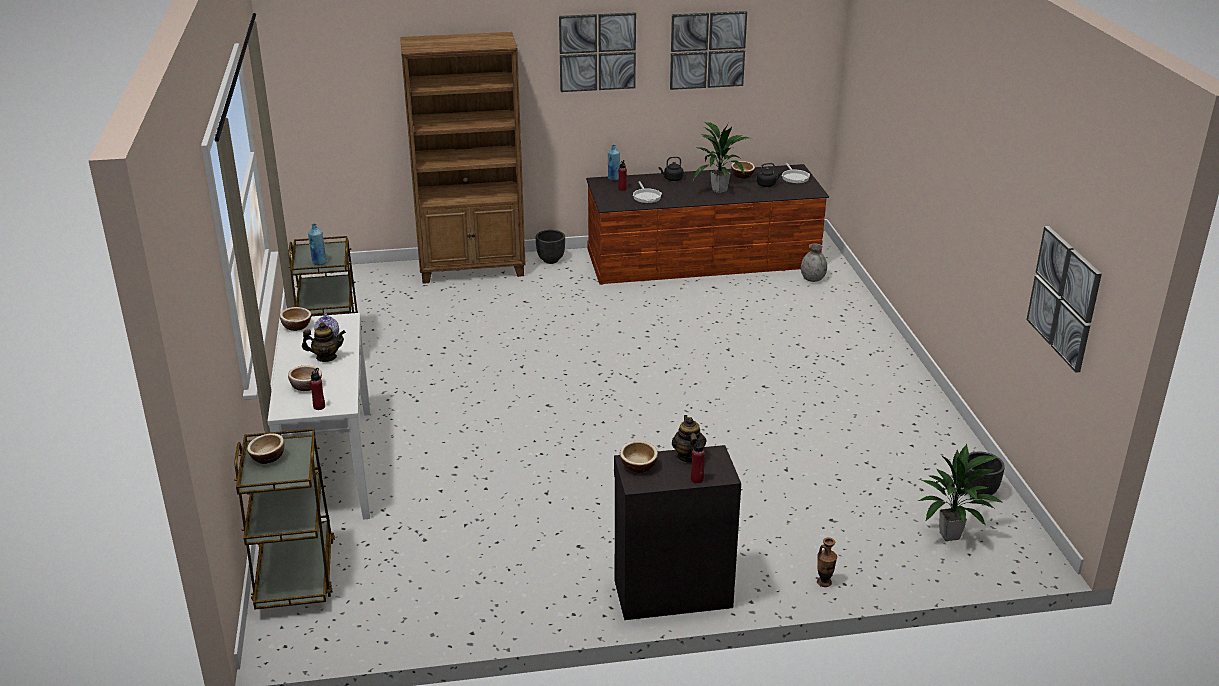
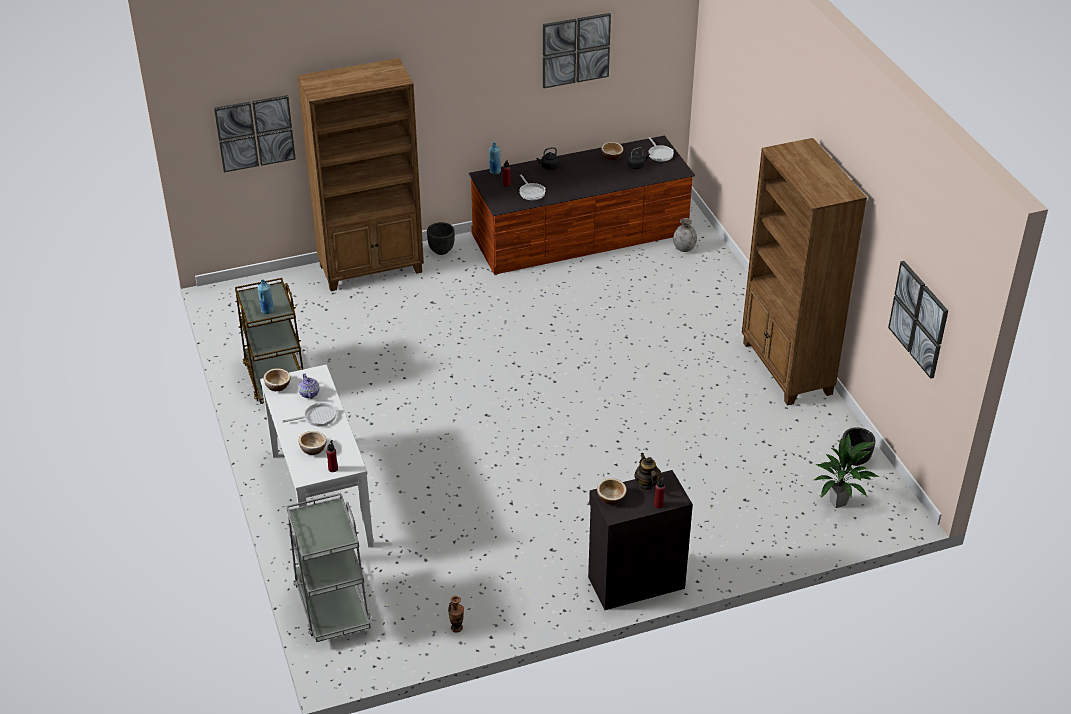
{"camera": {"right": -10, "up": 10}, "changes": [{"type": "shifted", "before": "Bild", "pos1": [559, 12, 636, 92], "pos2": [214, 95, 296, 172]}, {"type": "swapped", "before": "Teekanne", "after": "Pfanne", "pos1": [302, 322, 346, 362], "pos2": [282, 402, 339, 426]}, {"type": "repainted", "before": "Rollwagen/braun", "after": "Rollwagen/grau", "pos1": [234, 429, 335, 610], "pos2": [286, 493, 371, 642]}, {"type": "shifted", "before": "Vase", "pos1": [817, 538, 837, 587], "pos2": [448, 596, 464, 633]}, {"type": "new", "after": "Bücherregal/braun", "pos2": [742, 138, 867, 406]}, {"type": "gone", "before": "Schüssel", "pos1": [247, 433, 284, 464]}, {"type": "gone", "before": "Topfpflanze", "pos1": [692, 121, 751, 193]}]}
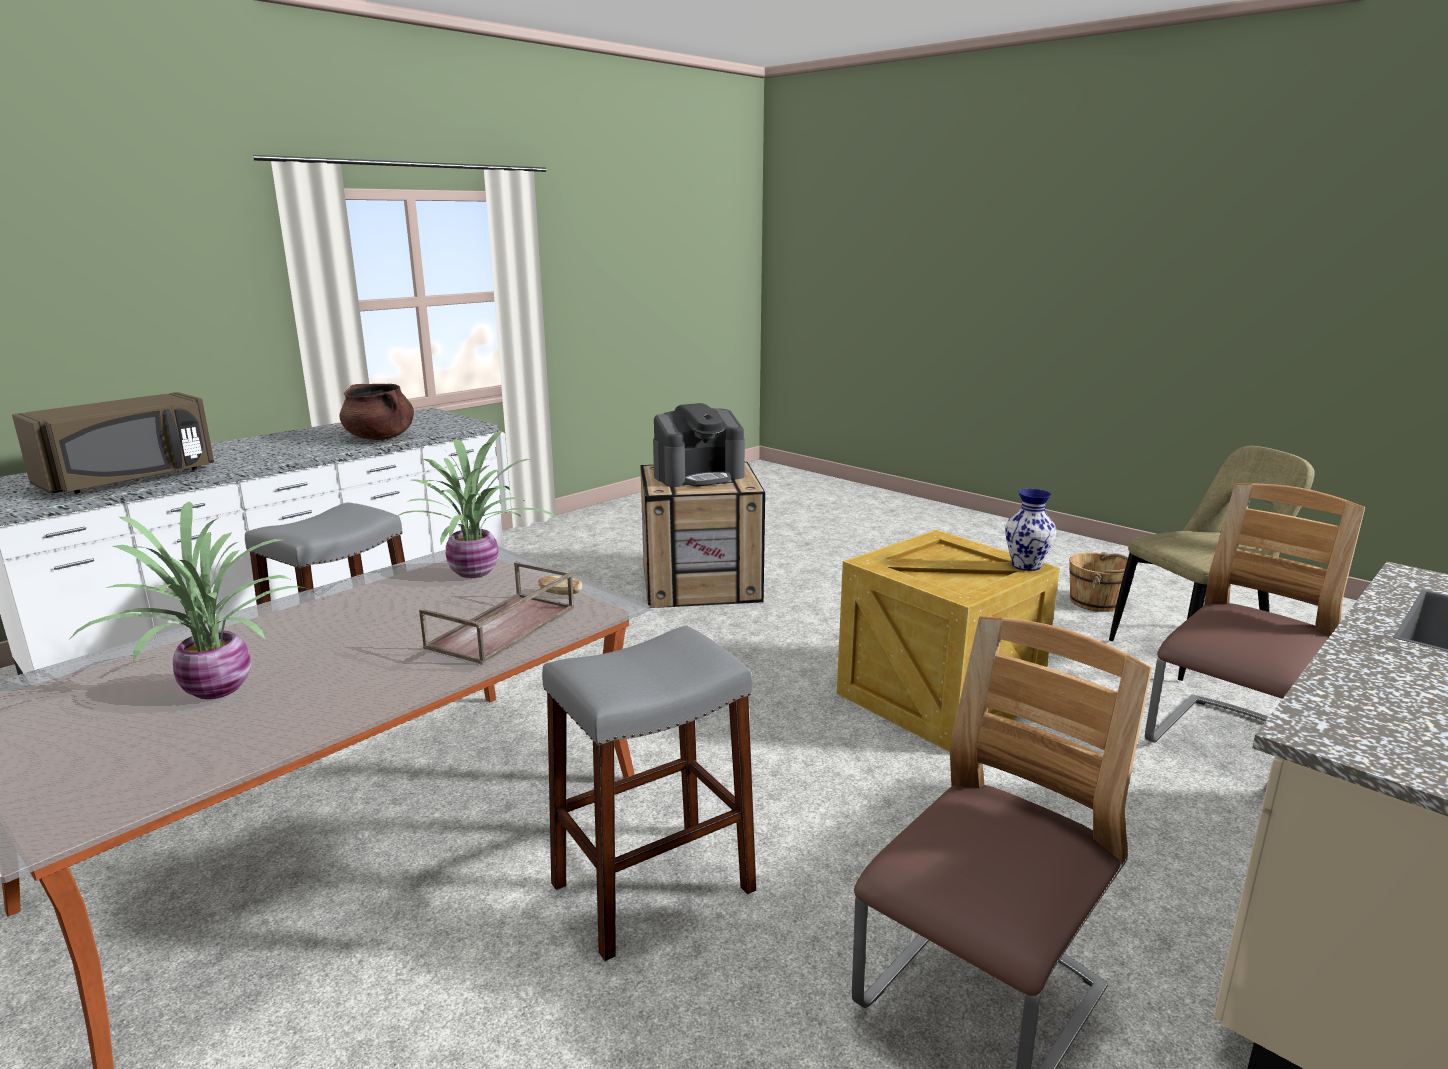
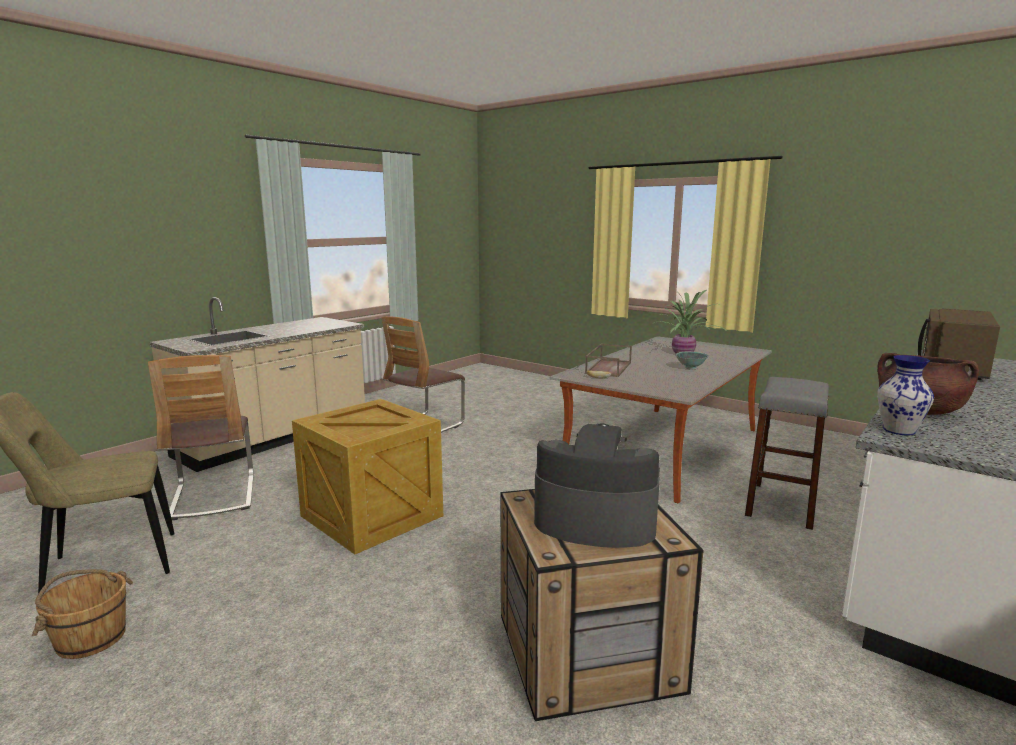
{"camera": {"right": 175, "up": -5}, "changes": [{"type": "rotated", "before": "Stuhl", "pos1": [1145, 483, 1365, 743], "pos2": [148, 355, 253, 520], "turn": -60}, {"type": "rotated", "before": "Kaffeemaschine", "pos1": [653, 403, 745, 487], "pos2": [534, 423, 660, 548], "turn": 45}, {"type": "new", "after": "Schüssel", "pos2": [675, 352, 709, 370]}, {"type": "shifted", "before": "Vase", "pos1": [1005, 489, 1056, 571], "pos2": [877, 355, 934, 436]}, {"type": "gone", "before": "Topfpflanze", "pos1": [395, 431, 559, 578]}, {"type": "gone", "before": "Hocker/grau", "pos1": [542, 625, 756, 961]}]}
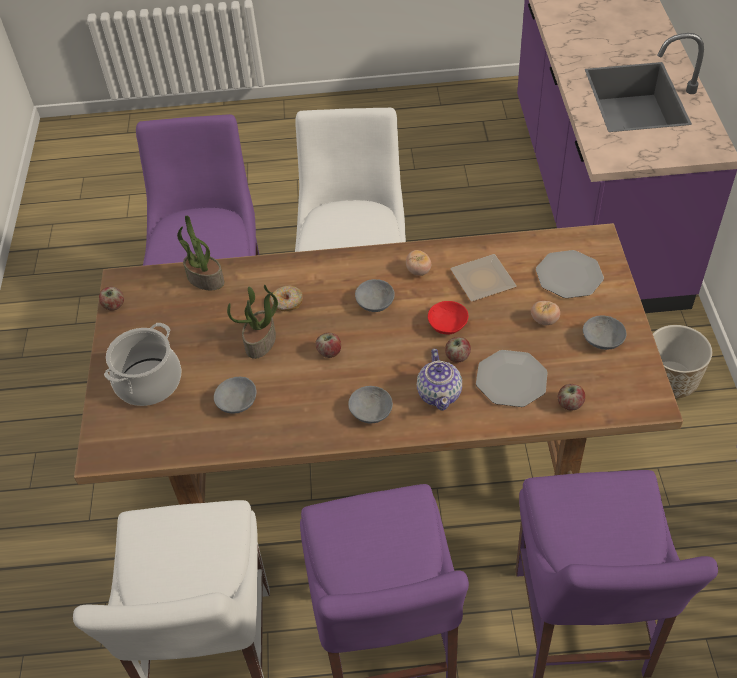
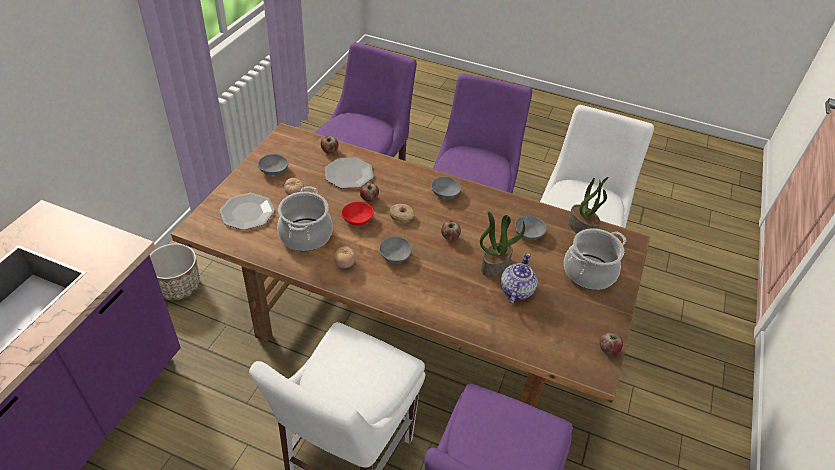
{"camera": {"right": -160, "up": -5}, "changes": [{"type": "swapped", "before": "Teller", "after": "Kochtopf", "pos1": [450, 254, 517, 301], "pos2": [277, 186, 333, 251]}, {"type": "shifted", "before": "Donut", "pos1": [270, 285, 303, 311], "pos2": [389, 204, 415, 223]}, {"type": "shifted", "before": "Teekanne", "pos1": [417, 349, 462, 411], "pos2": [501, 253, 538, 304]}, {"type": "shifted", "before": "Topfpflanze", "pos1": [177, 216, 224, 290], "pos2": [568, 177, 609, 233]}]}
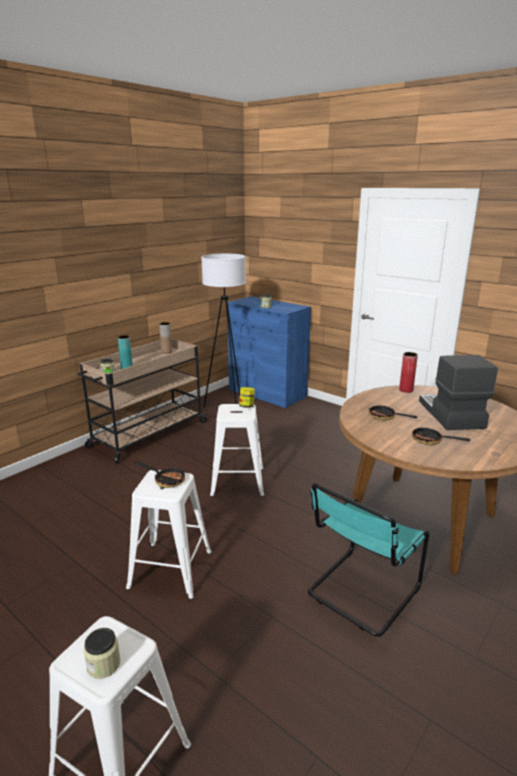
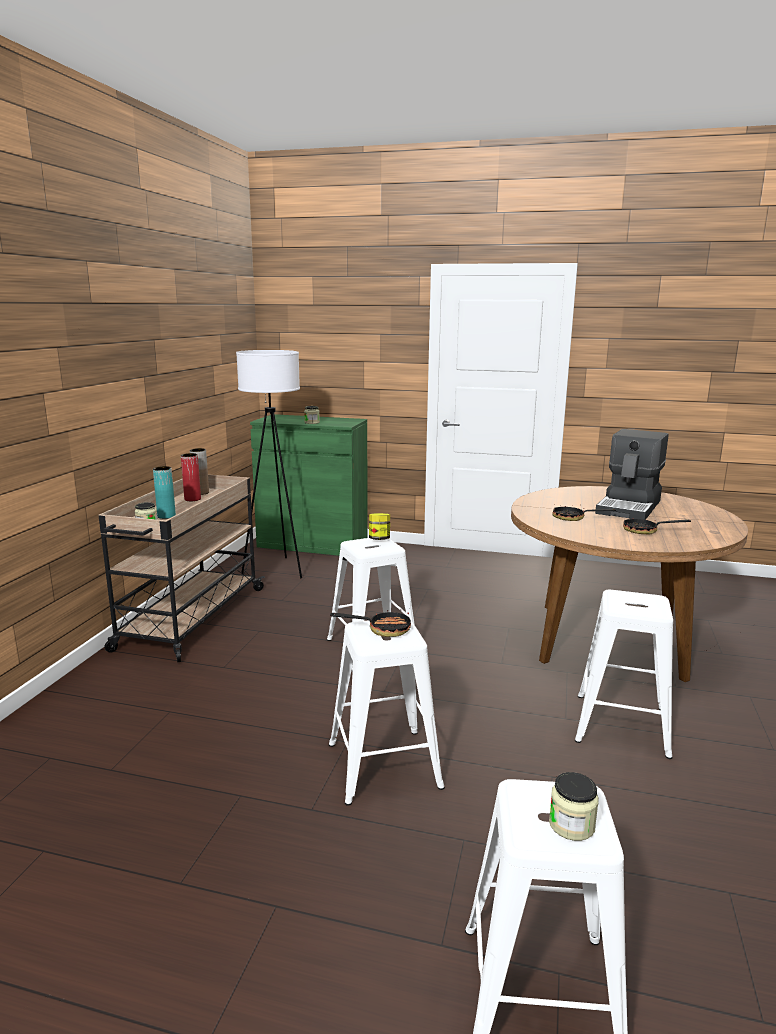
{"camera": {"right": -25, "up": -5}, "changes": [{"type": "shifted", "before": "Vase/rot", "pos1": [399, 352, 418, 393], "pos2": [181, 453, 201, 501]}, {"type": "repainted", "before": "Schrank/blau", "after": "Schrank/grün", "pos1": [228, 296, 311, 408], "pos2": [250, 414, 367, 556]}, {"type": "swapped", "before": "Stuhl/türkis", "after": "Hocker/weiß", "pos1": [308, 483, 429, 637], "pos2": [575, 590, 673, 759]}, {"type": "rotated", "before": "Kaffeemaschine", "pos1": [419, 355, 498, 430], "pos2": [595, 429, 668, 520], "turn": -120}]}
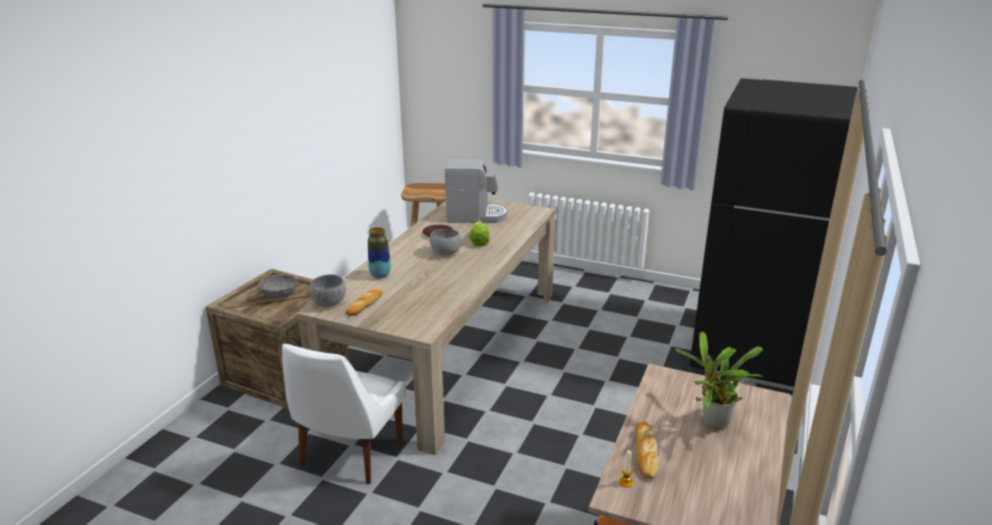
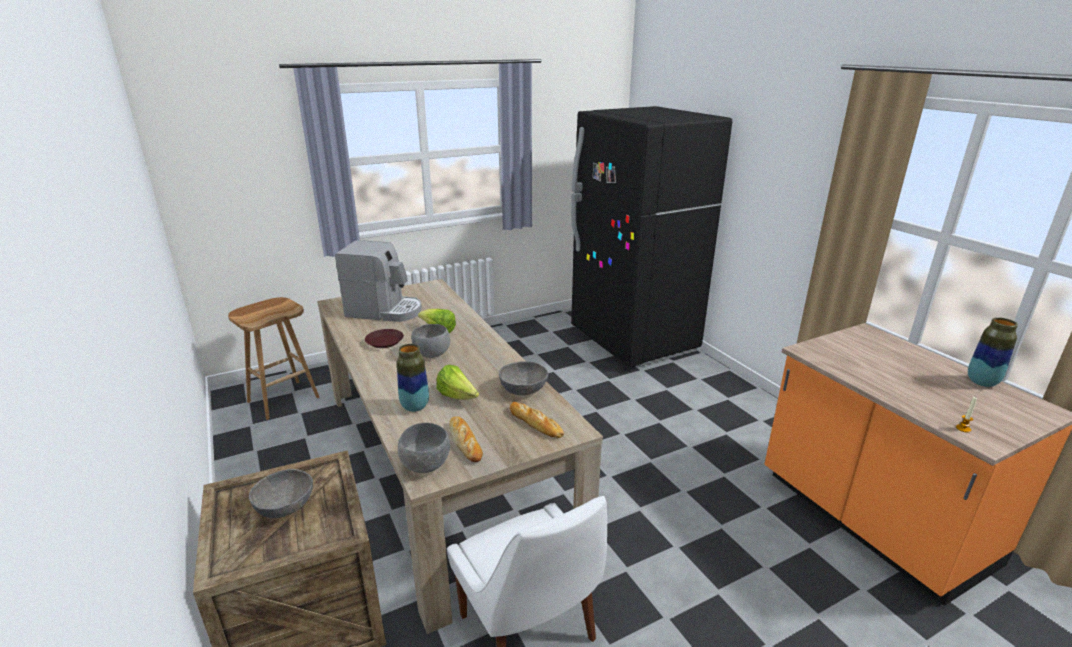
{"camera": {"right": -50, "up": 0}, "changes": [{"type": "rotated", "before": "Kaffeemaschine", "pos1": [445, 157, 508, 223], "pos2": [335, 240, 422, 322], "turn": 60}, {"type": "new", "after": "Salatkopf", "pos2": [437, 365, 479, 400]}, {"type": "new", "after": "Schüssel/grau", "pos2": [499, 361, 548, 395]}, {"type": "shifted", "before": "Brot", "pos1": [635, 422, 659, 479], "pos2": [510, 402, 564, 438]}, {"type": "new", "after": "Vase", "pos2": [968, 317, 1018, 387]}, {"type": "gone", "before": "Topfpflanze", "pos1": [676, 332, 763, 429]}]}
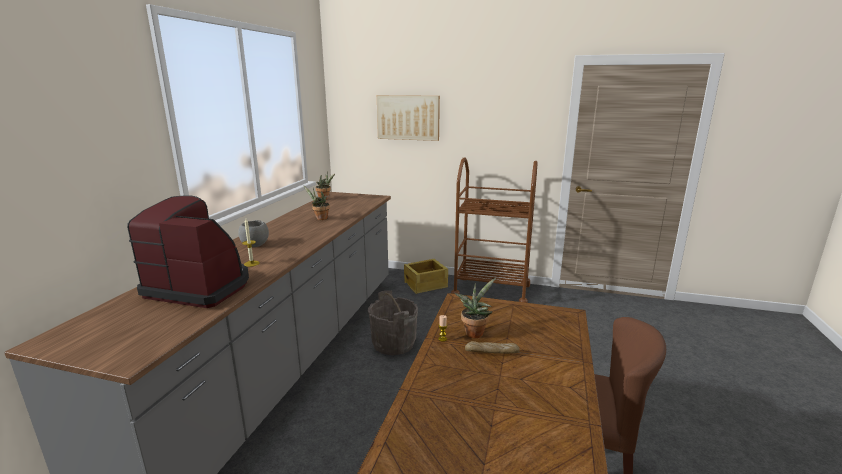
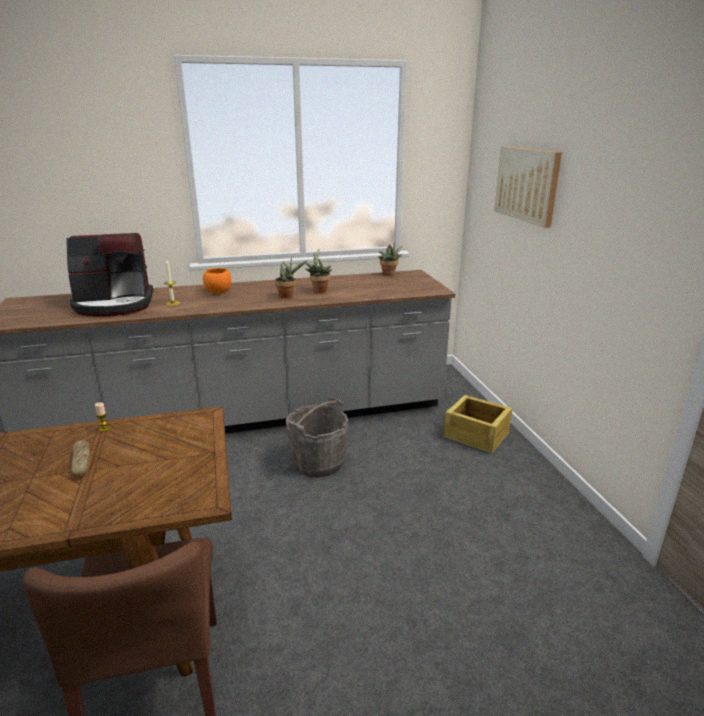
{"camera": {"right": 60, "up": 5}, "changes": [{"type": "rotated", "before": "Kaffeemaschine", "pos1": [127, 195, 249, 308], "pos2": [66, 233, 153, 316], "turn": 90}, {"type": "repainted", "before": "Schüssel/grau", "after": "Schüssel/orange", "pos1": [238, 220, 269, 247], "pos2": [203, 268, 232, 294]}, {"type": "shifted", "before": "Topfpflanze", "pos1": [455, 278, 496, 338], "pos2": [275, 257, 308, 298]}, {"type": "gone", "before": "Rollwagen/braun", "pos1": [451, 157, 537, 303]}]}
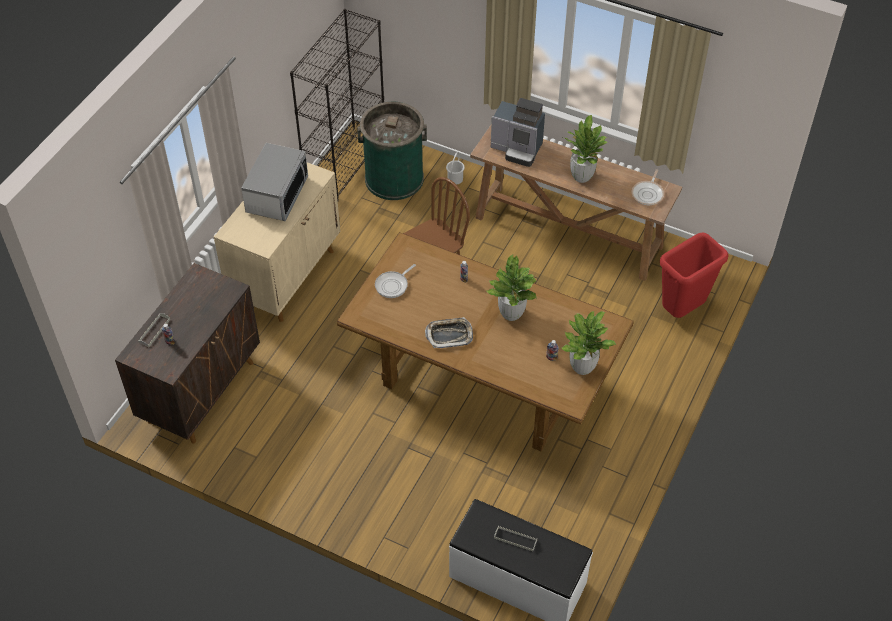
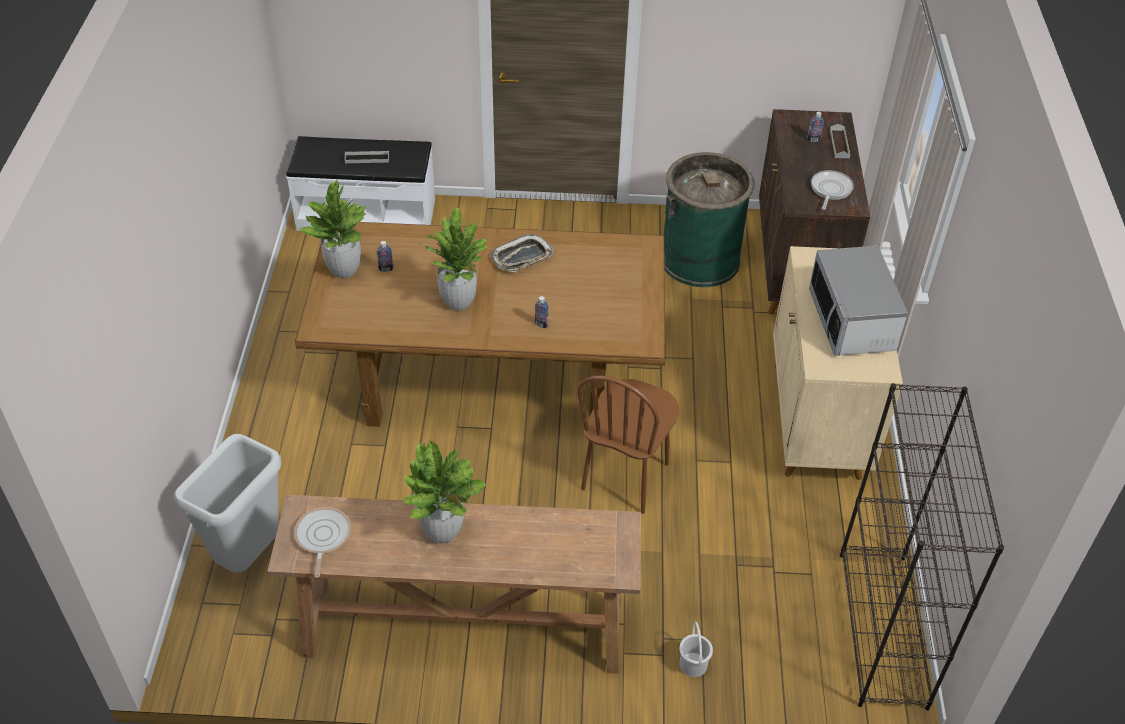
{"camera": {"right": 155, "up": -5}, "changes": [{"type": "repainted", "before": "Mülleimer/rot", "after": "Mülleimer/grau", "pos1": [660, 232, 729, 318], "pos2": [174, 434, 281, 572]}, {"type": "shifted", "before": "Mülleimer/grün", "pos1": [357, 102, 427, 200], "pos2": [664, 152, 755, 287]}, {"type": "shifted", "before": "Pfanne", "pos1": [375, 264, 416, 298], "pos2": [811, 170, 854, 210]}, {"type": "gone", "before": "Kaffeemaschine", "pos1": [491, 98, 545, 167]}]}
